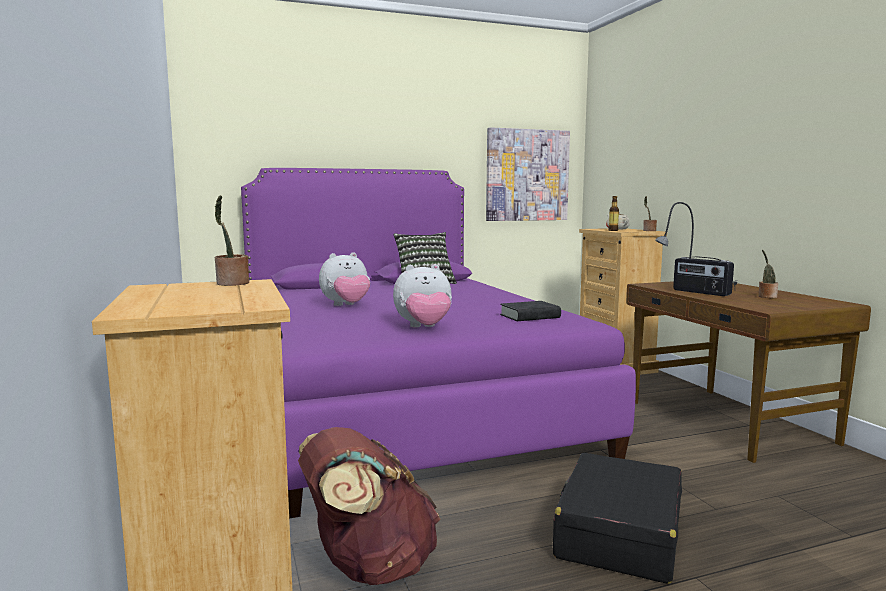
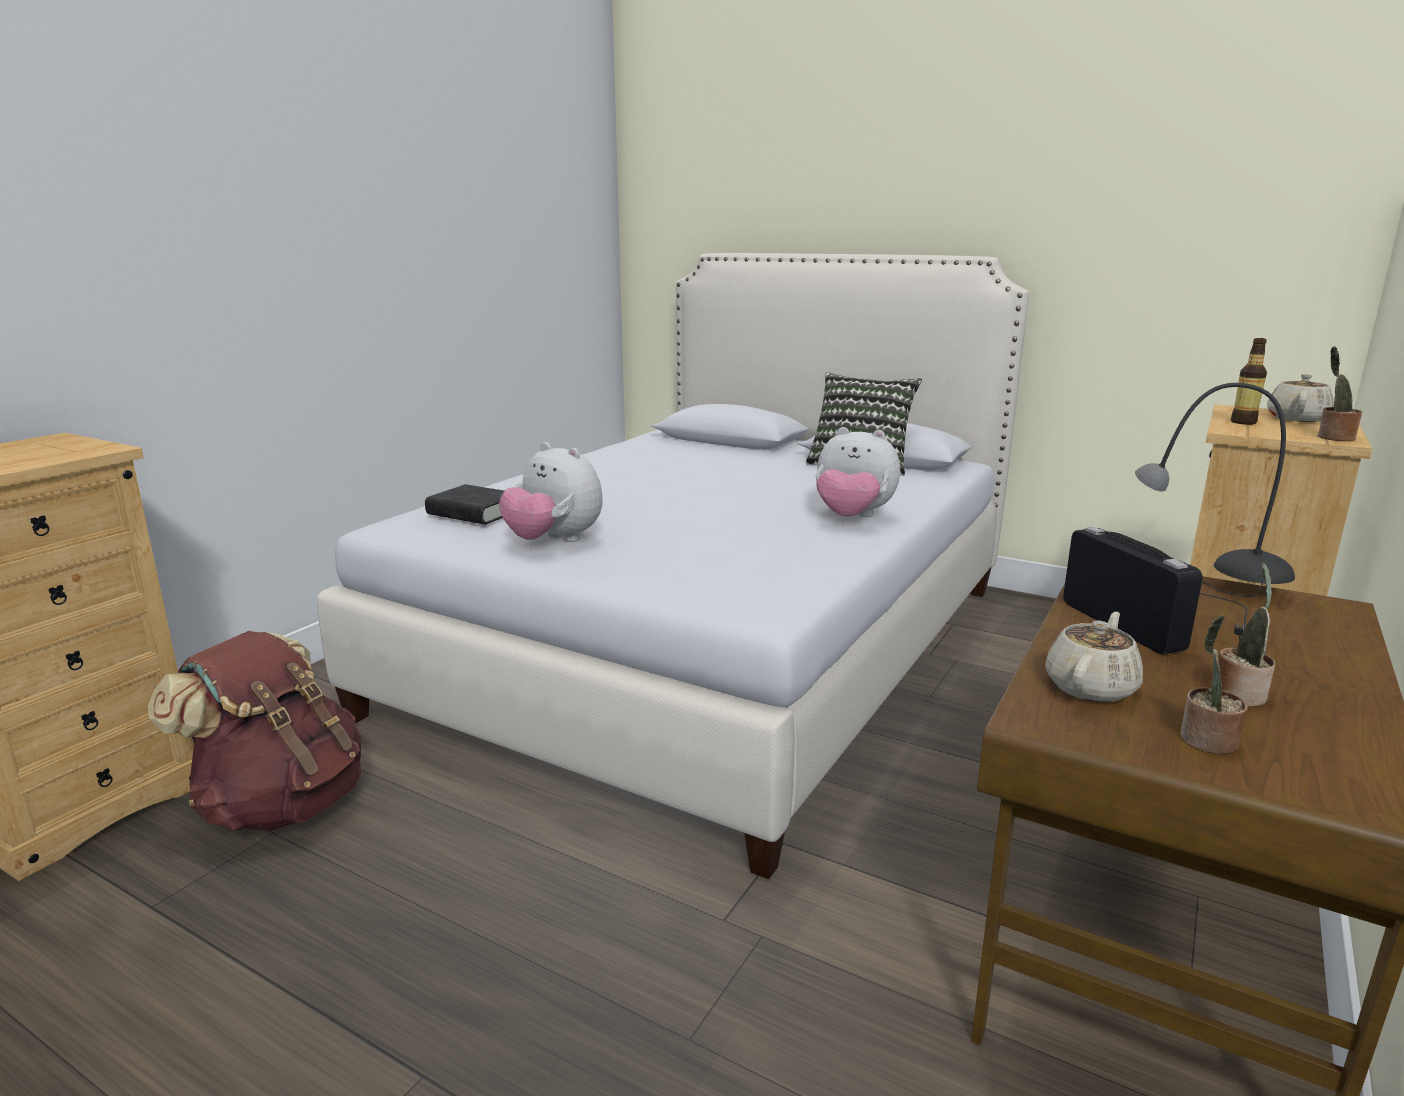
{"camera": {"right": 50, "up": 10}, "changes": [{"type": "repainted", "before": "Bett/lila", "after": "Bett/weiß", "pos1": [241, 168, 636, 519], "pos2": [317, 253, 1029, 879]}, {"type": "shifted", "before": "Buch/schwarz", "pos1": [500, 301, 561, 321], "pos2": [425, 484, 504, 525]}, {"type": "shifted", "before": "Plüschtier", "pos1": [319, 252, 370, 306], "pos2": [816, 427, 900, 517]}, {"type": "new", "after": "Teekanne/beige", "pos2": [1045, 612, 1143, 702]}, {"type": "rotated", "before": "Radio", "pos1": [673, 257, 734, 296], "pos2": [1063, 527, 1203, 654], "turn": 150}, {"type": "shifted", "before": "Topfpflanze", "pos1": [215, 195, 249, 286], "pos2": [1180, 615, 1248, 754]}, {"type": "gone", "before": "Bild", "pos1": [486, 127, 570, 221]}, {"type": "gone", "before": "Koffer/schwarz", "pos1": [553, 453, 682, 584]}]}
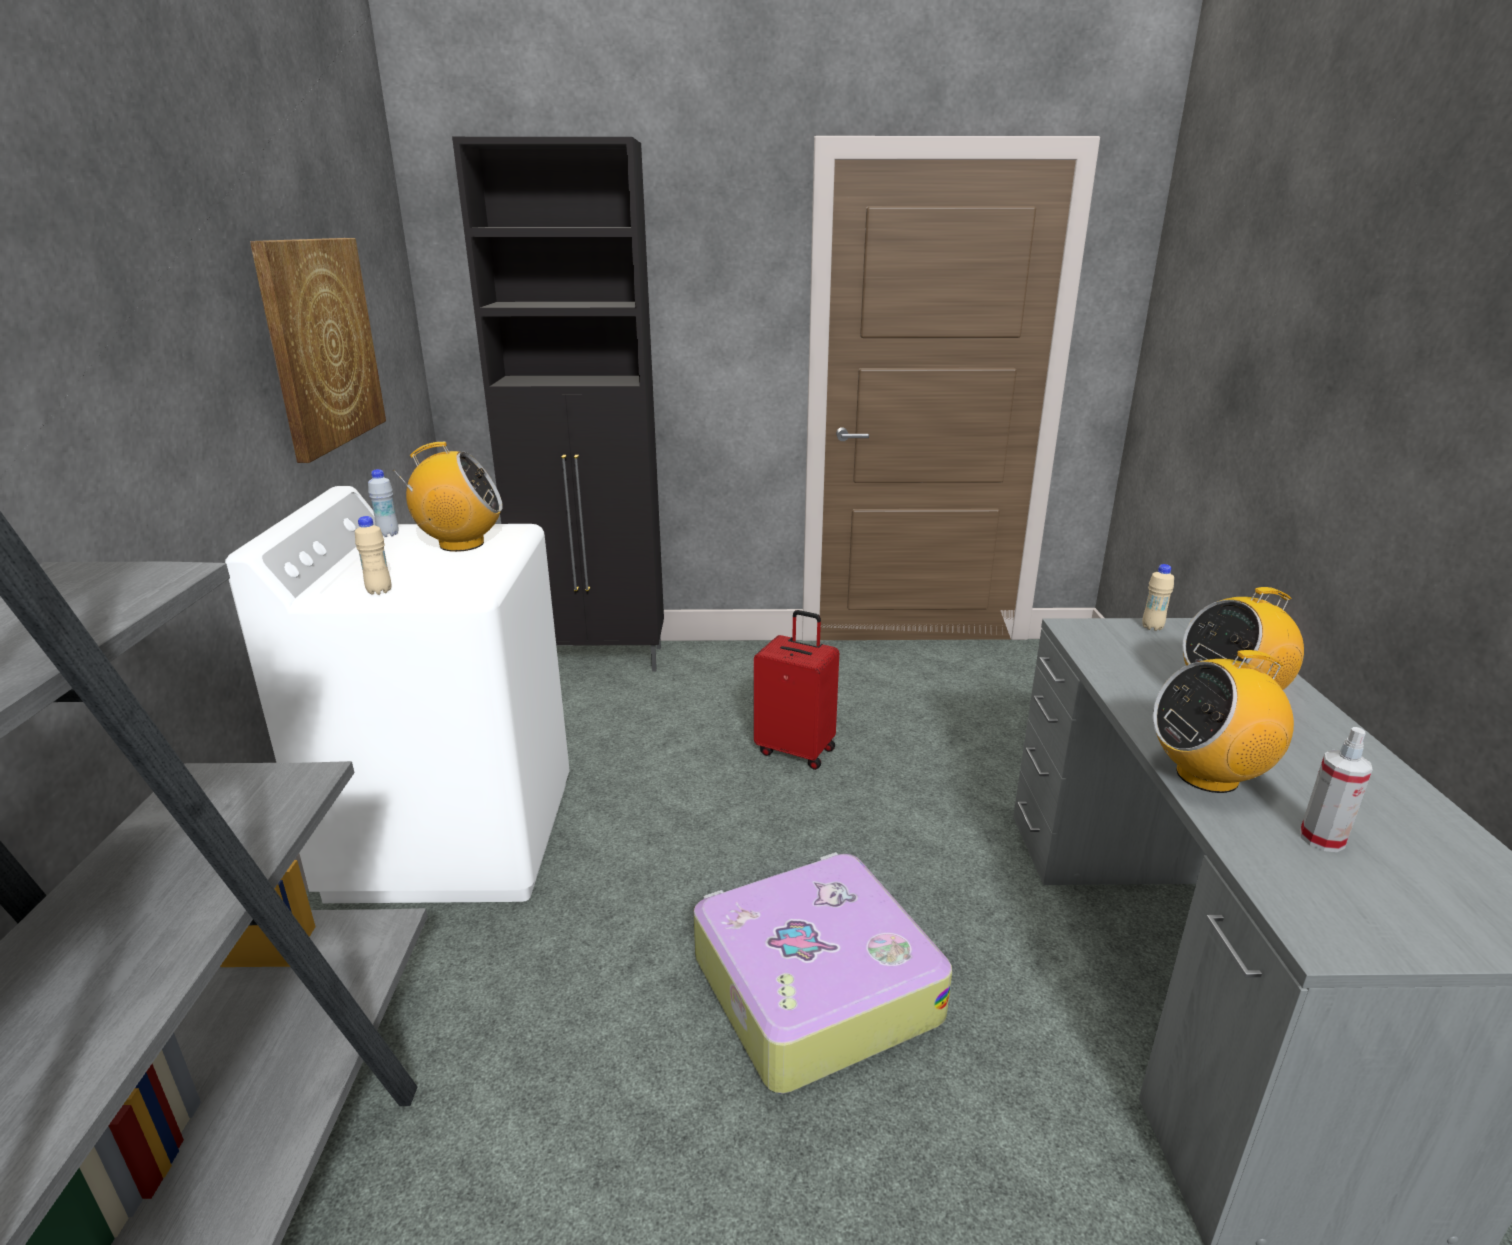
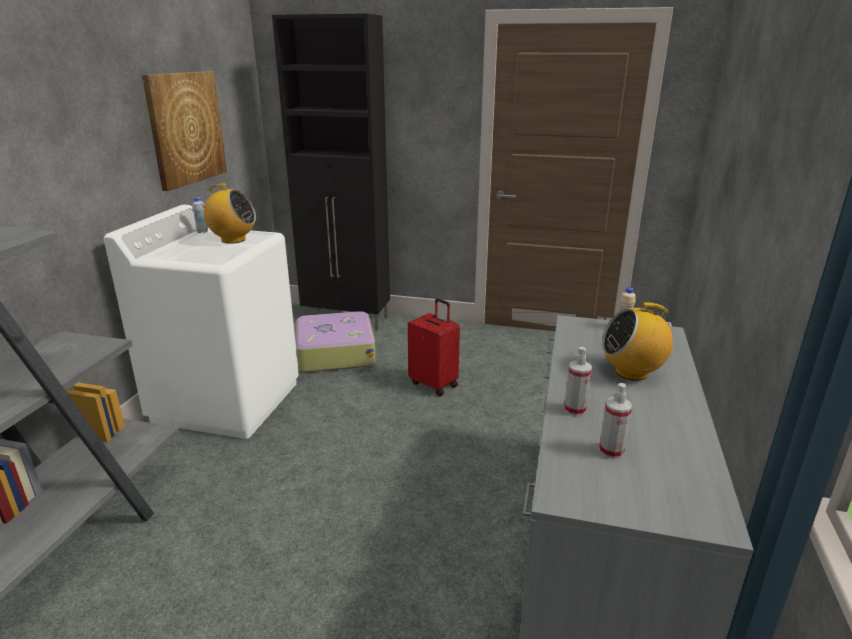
{"camera": {"right": 15, "up": 0}, "changes": [{"type": "shifted", "before": "Koffer", "pos1": [693, 852, 952, 1094], "pos2": [296, 311, 376, 372]}, {"type": "swapped", "before": "Radio", "after": "Sprühflasche", "pos1": [1153, 650, 1294, 793], "pos2": [564, 347, 592, 416]}, {"type": "gone", "before": "Flasche/beige", "pos1": [355, 516, 391, 595]}]}
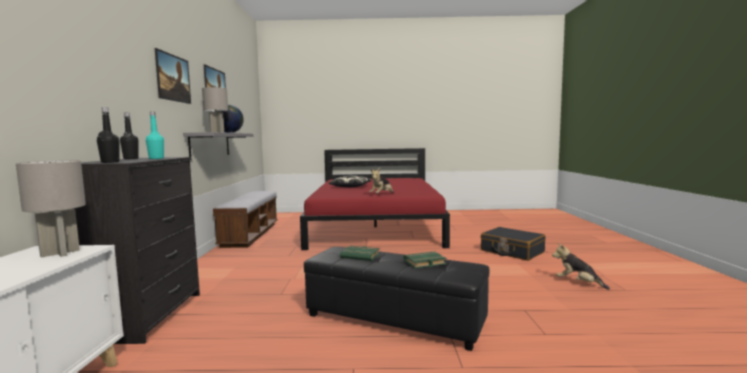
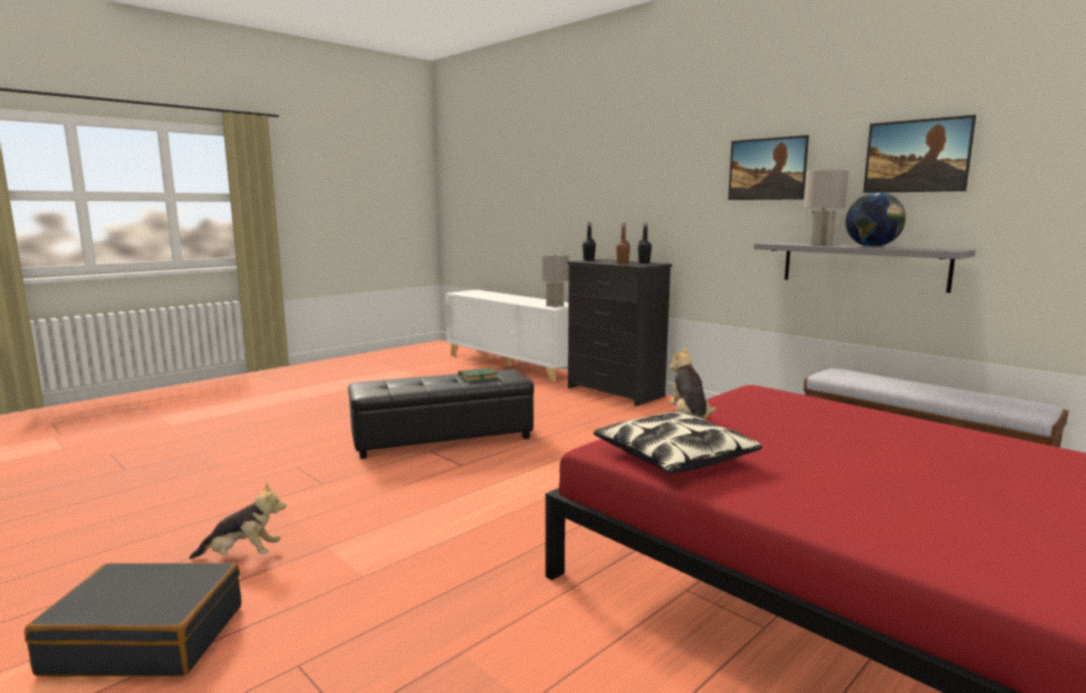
{"camera": {"right": 135, "up": 5}, "changes": [{"type": "shifted", "before": "Koffer/schwarz", "pos1": [481, 227, 546, 261], "pos2": [24, 562, 241, 677]}, {"type": "shifted", "before": "Kissen", "pos1": [329, 176, 372, 187], "pos2": [594, 412, 762, 474]}, {"type": "repainted", "before": "Flasche/türkis", "after": "Flasche/braun", "pos1": [146, 112, 164, 159], "pos2": [616, 223, 630, 264]}, {"type": "gone", "before": "Buch/grün", "pos1": [403, 251, 447, 269]}]}
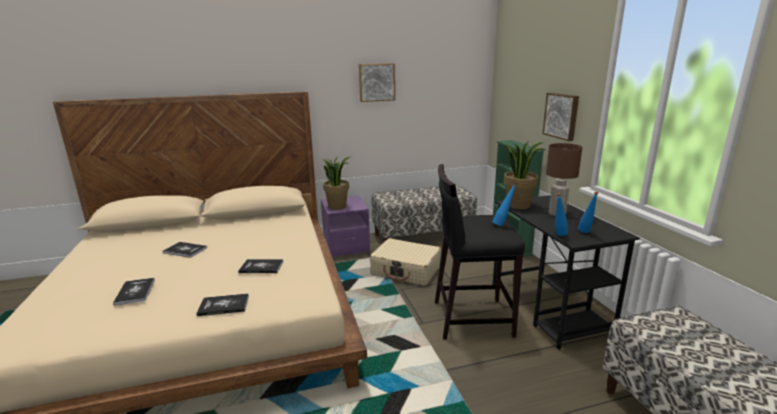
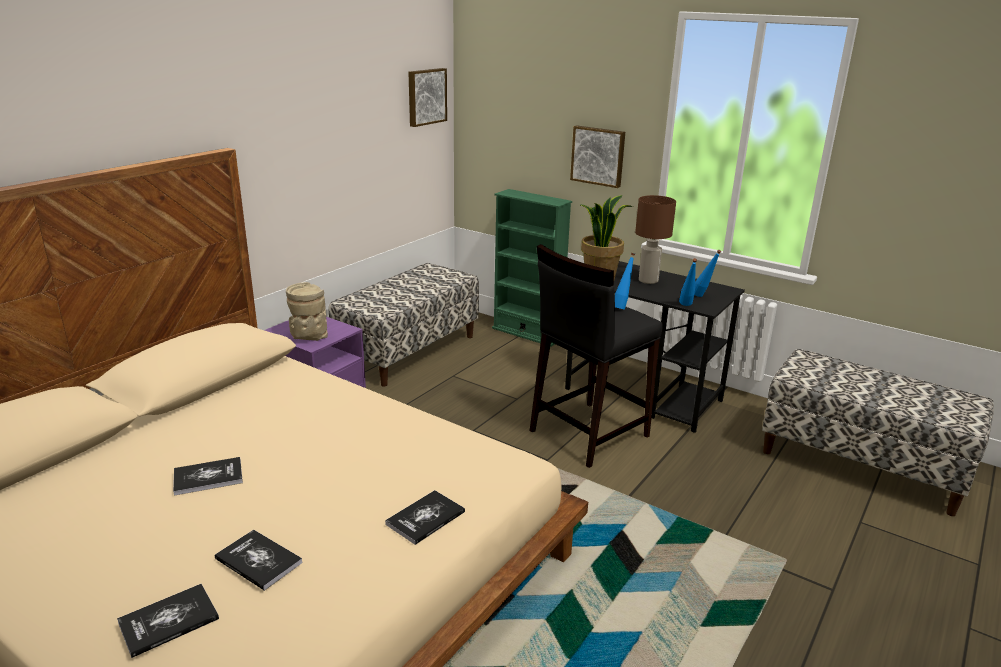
{"camera": {"right": -40, "up": 5}, "changes": [{"type": "shifted", "before": "Buch", "pos1": [238, 259, 283, 273], "pos2": [117, 584, 219, 658]}, {"type": "swapped", "before": "Topfpflanze", "after": "Vase/beige", "pos1": [322, 157, 350, 210], "pos2": [286, 282, 328, 341]}, {"type": "shifted", "before": "Bild", "pos1": [359, 63, 395, 102], "pos2": [408, 68, 447, 127]}, {"type": "gone", "before": "Koffer/beige", "pos1": [370, 238, 441, 286]}]}
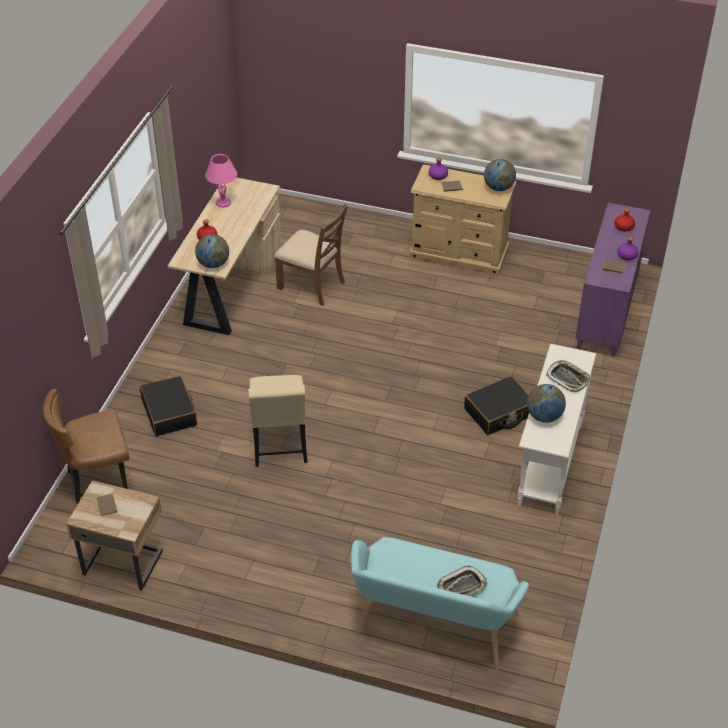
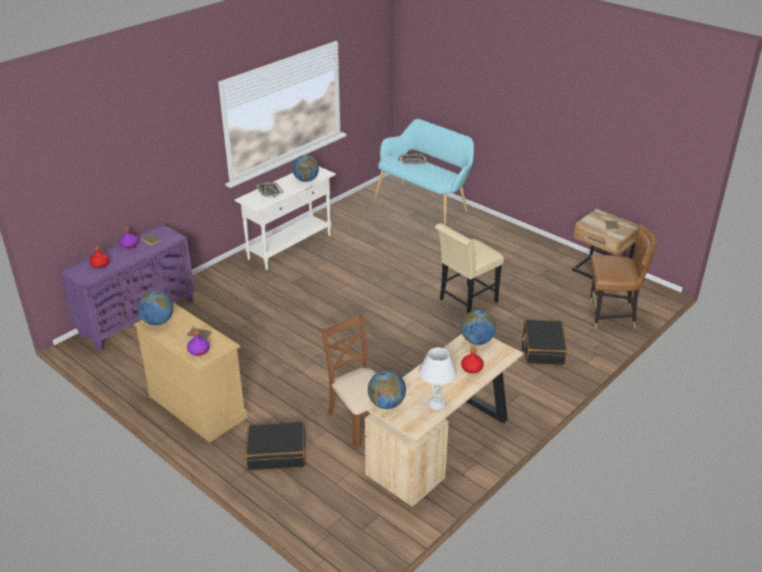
{"camera": {"right": -155, "up": -10}, "changes": [{"type": "shifted", "before": "Koffer/schwarz", "pos1": [464, 376, 529, 435], "pos2": [245, 422, 305, 470]}, {"type": "new", "after": "Globus", "pos2": [368, 370, 406, 409]}, {"type": "repainted", "before": "Tischlampe/rosa", "after": "Tischlampe/weiß", "pos1": [205, 154, 237, 208], "pos2": [419, 348, 457, 410]}, {"type": "rotated", "before": "Stuhl/beige", "pos1": [248, 375, 308, 467], "pos2": [435, 223, 504, 314], "turn": -150}]}
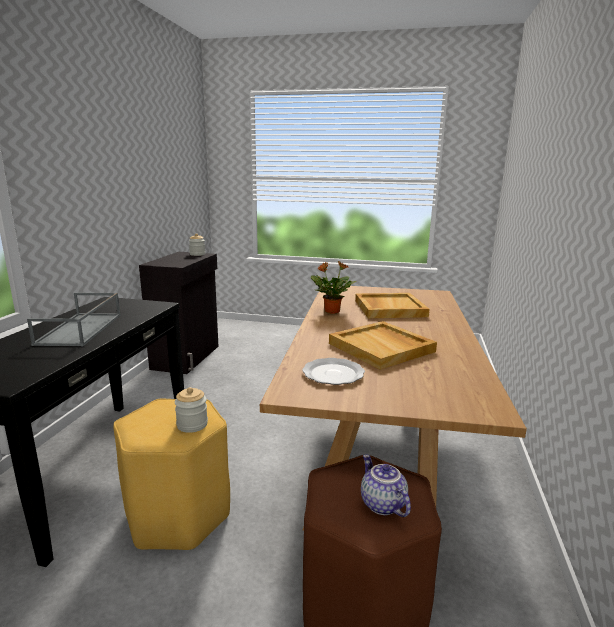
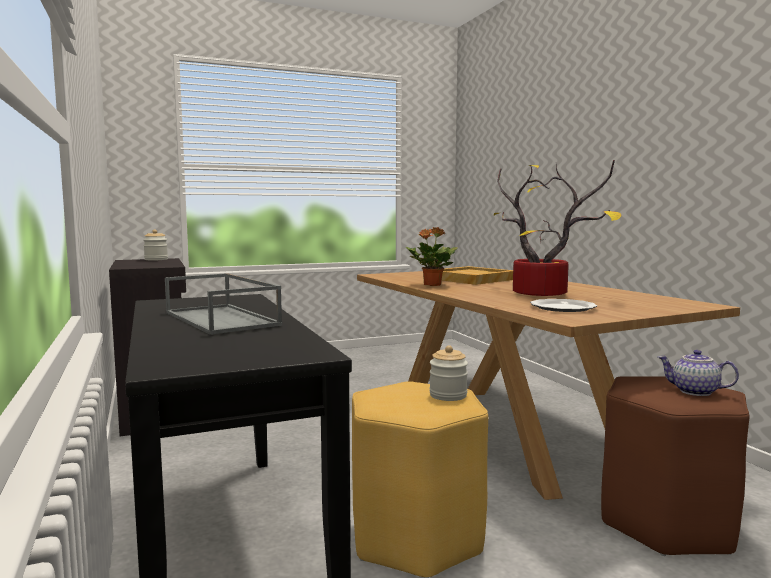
{"camera": {"right": -35, "up": -10}, "changes": [{"type": "swapped", "before": "Tablett/beige", "after": "Topfpflanze", "pos1": [329, 321, 437, 370], "pos2": [494, 160, 621, 296]}]}
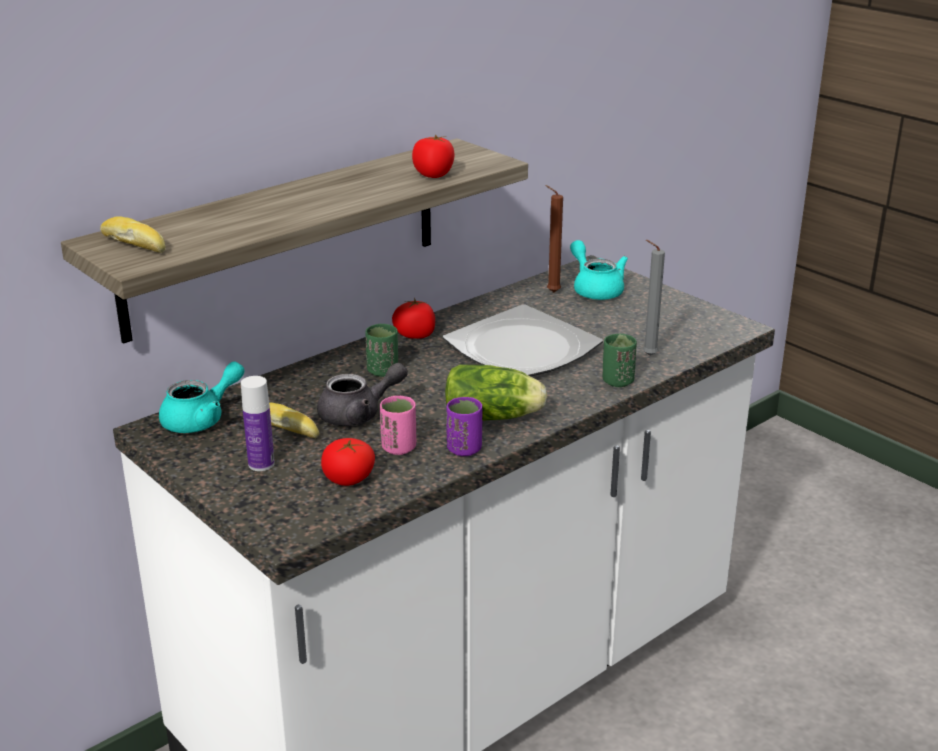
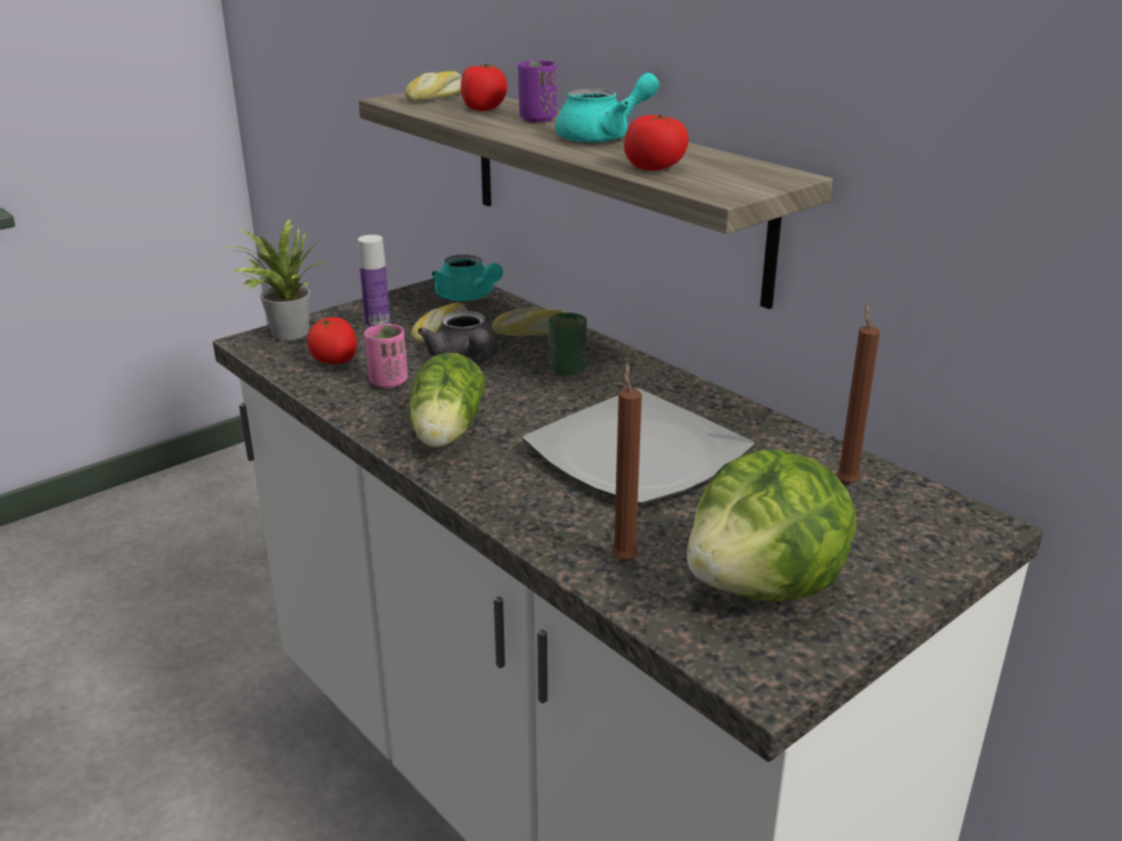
{"camera": {"right": 90, "up": 0}, "changes": [{"type": "new", "after": "Topfpflanze", "pos2": [225, 219, 324, 340]}, {"type": "shifted", "before": "Tomate", "pos1": [392, 298, 435, 339], "pos2": [461, 64, 507, 111]}, {"type": "new", "after": "Brot", "pos2": [492, 308, 566, 336]}, {"type": "shifted", "before": "Tasse/lila", "pos1": [447, 397, 482, 456], "pos2": [518, 60, 557, 122]}, {"type": "shifted", "before": "Teekanne/türkis", "pos1": [570, 240, 628, 300], "pos2": [555, 73, 659, 143]}, {"type": "repainted", "before": "Kerze/grau", "after": "Kerze/braun", "pos1": [643, 240, 665, 356], "pos2": [612, 363, 642, 561]}, {"type": "new", "after": "Salatkopf", "pos2": [687, 449, 857, 601]}, {"type": "gone", "before": "Tasse/grün", "pos1": [603, 334, 637, 387]}]}
